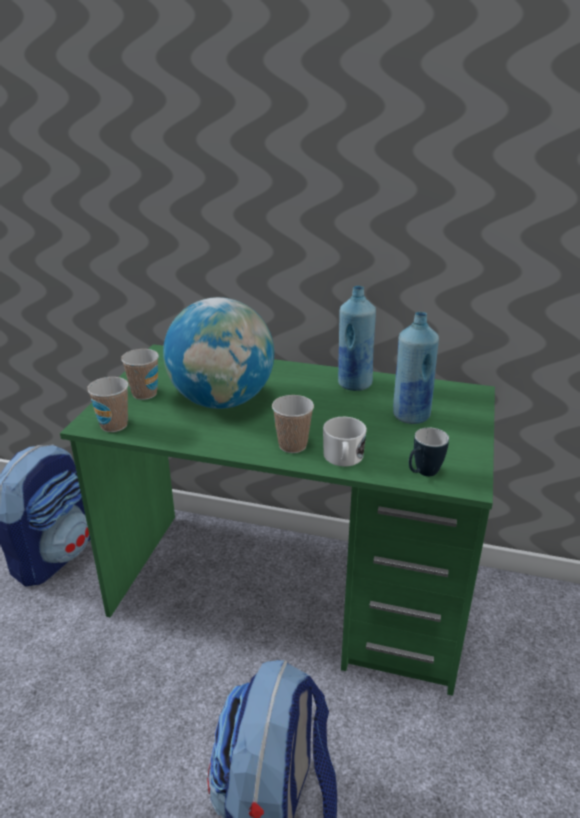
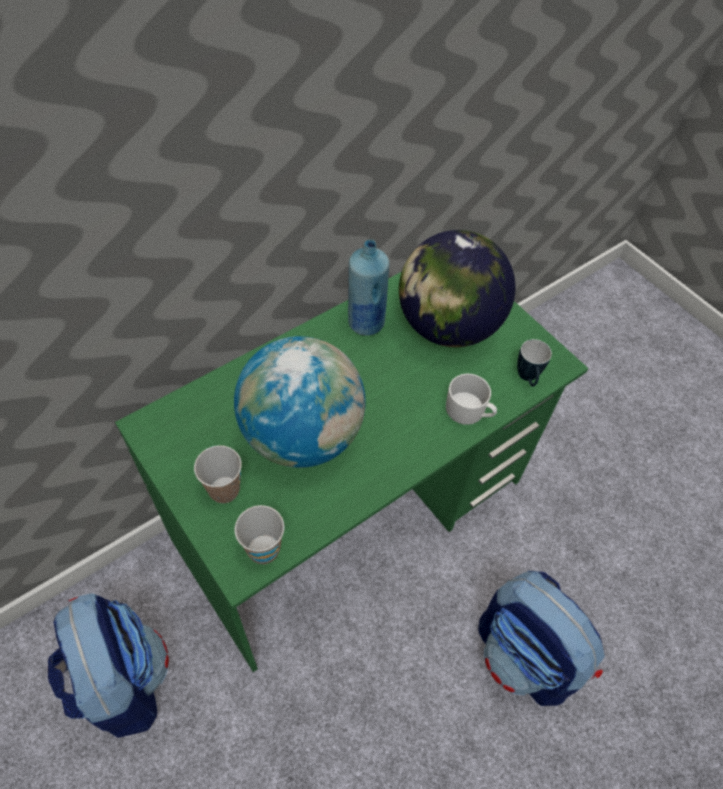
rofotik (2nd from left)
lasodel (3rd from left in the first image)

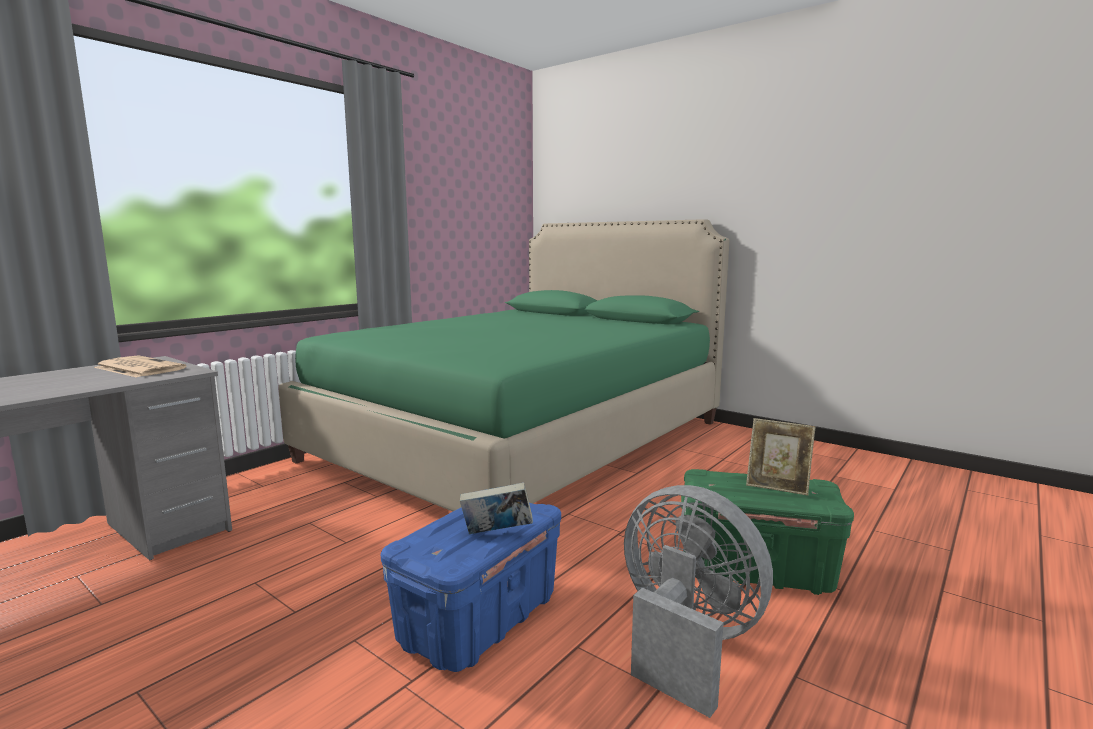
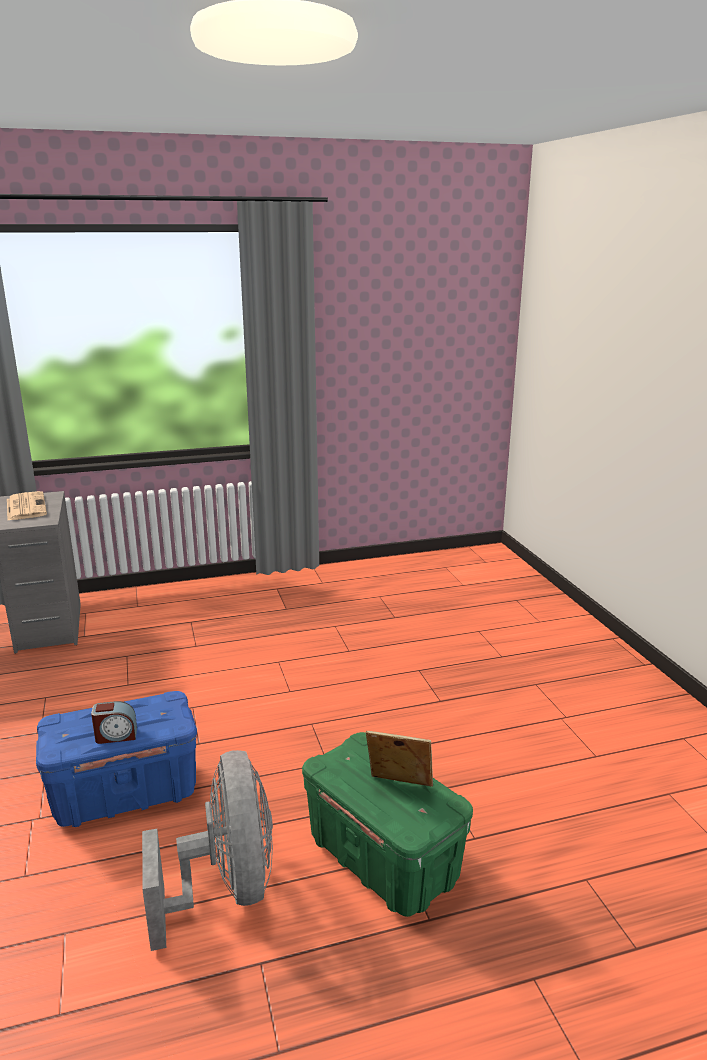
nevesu
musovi
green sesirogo

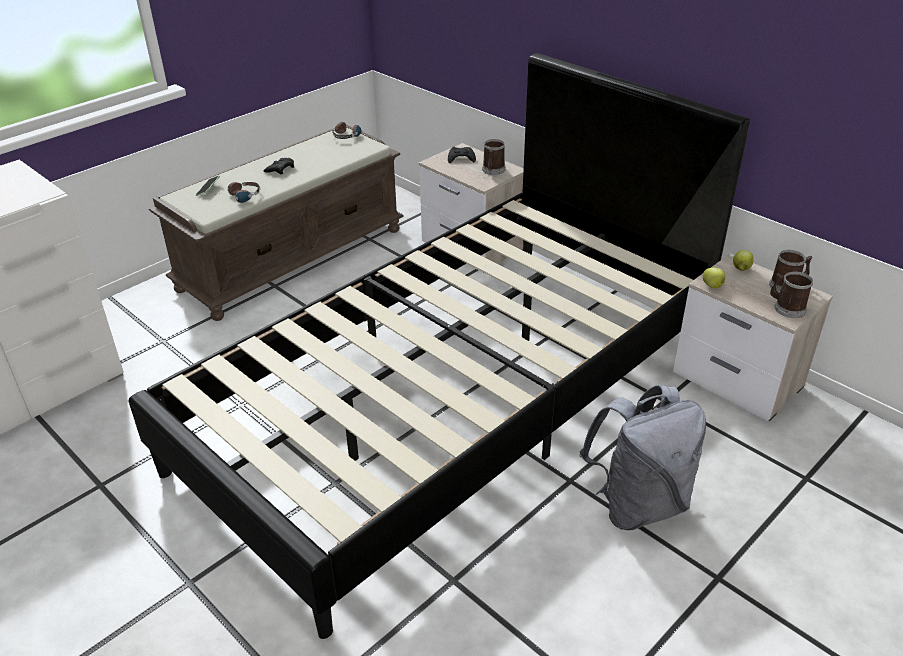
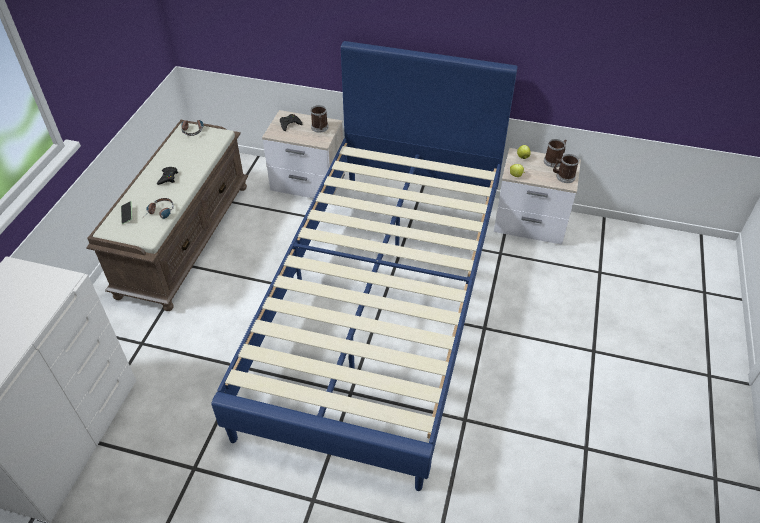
blue sesirogo
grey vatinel

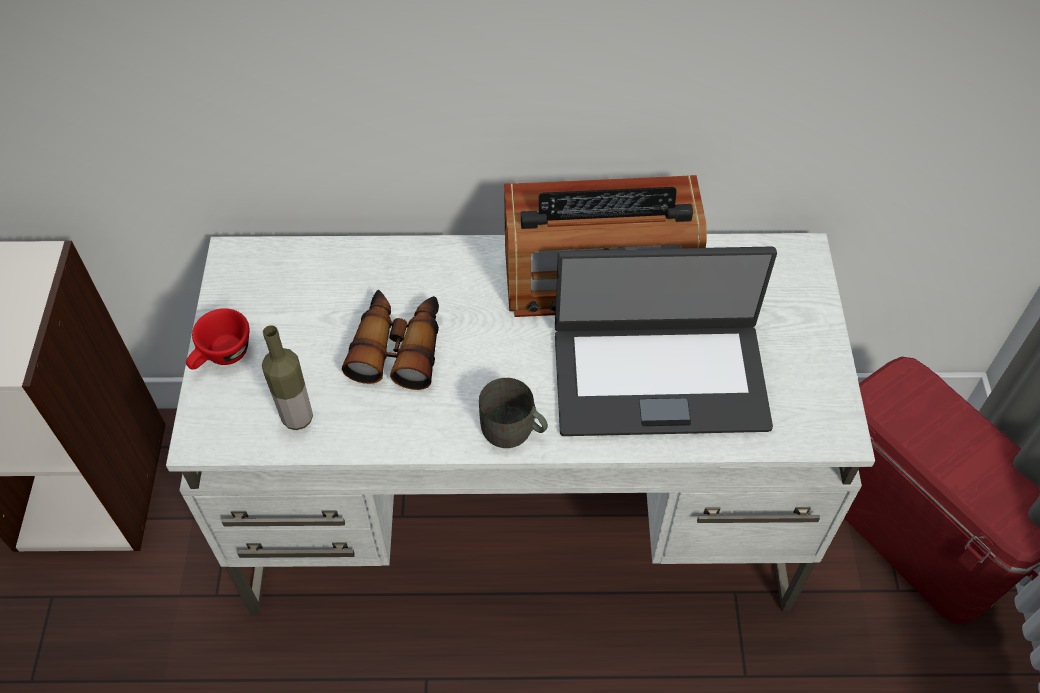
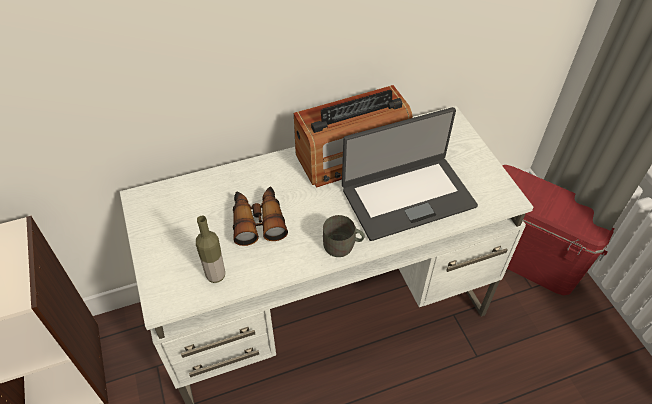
red lasodel

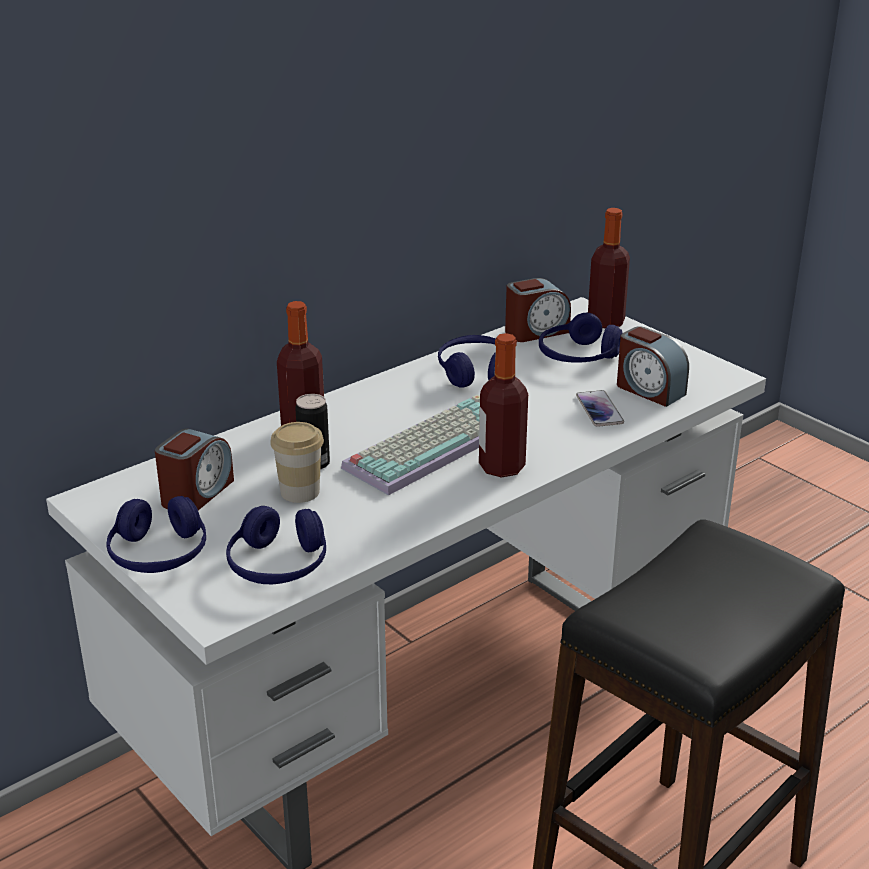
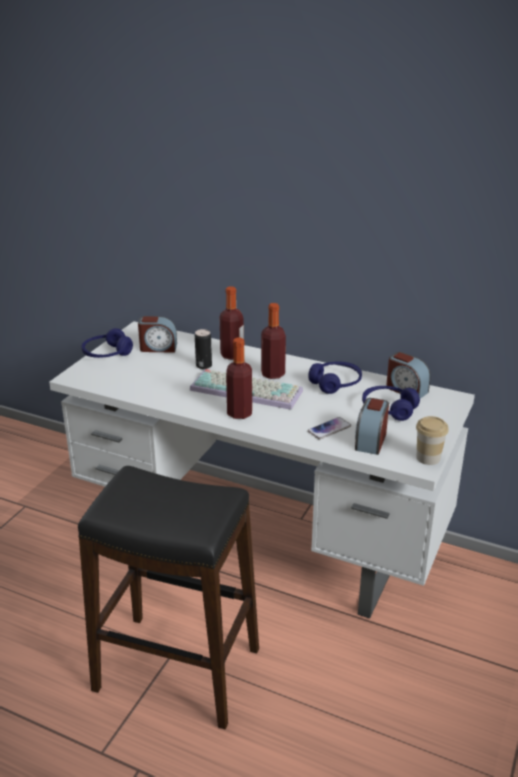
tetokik (3rd from left)
lasodel
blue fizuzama (2nd from left in the first image)

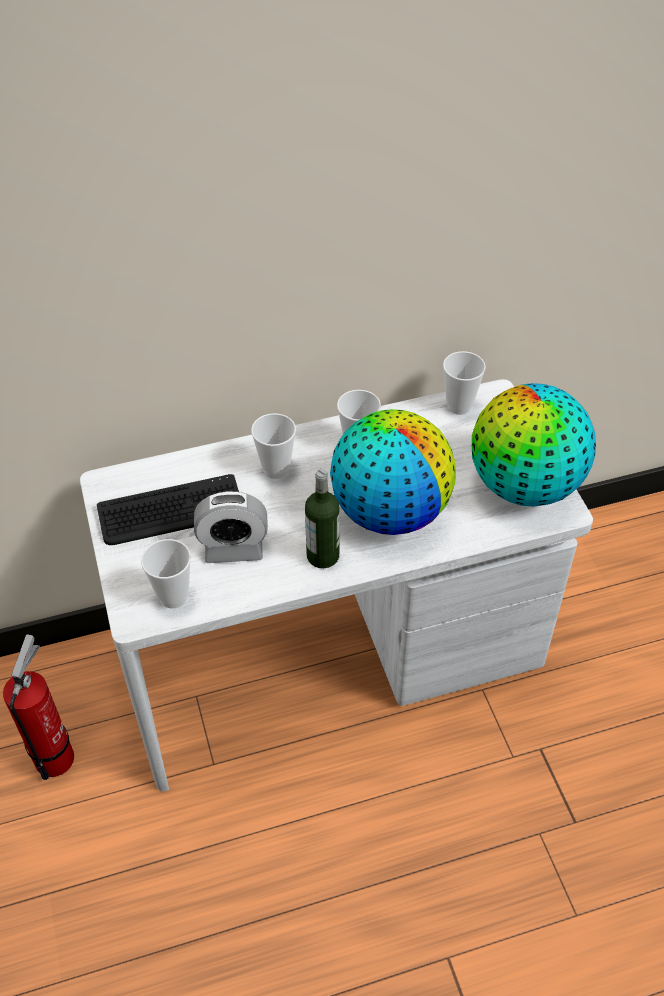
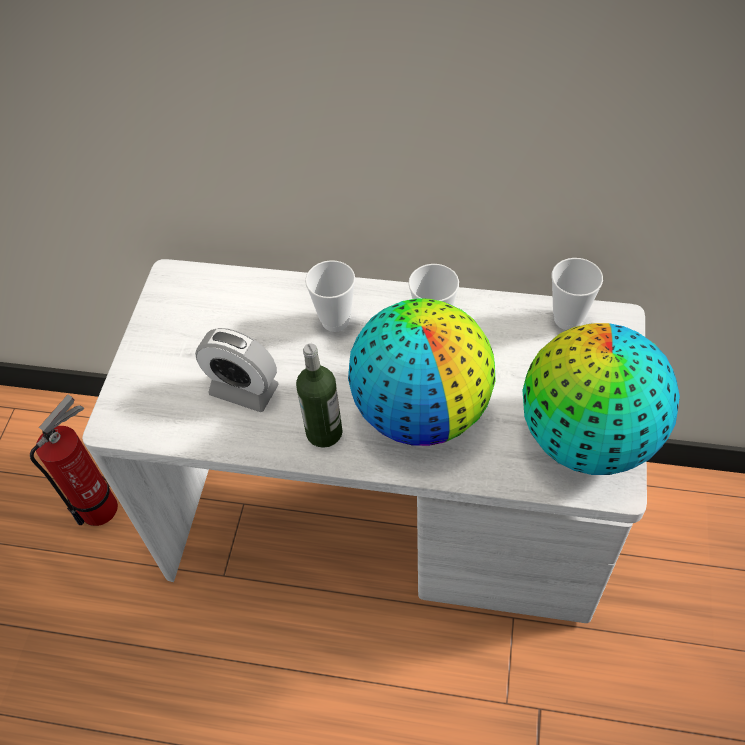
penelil
lasodel (1st from left in the first image)

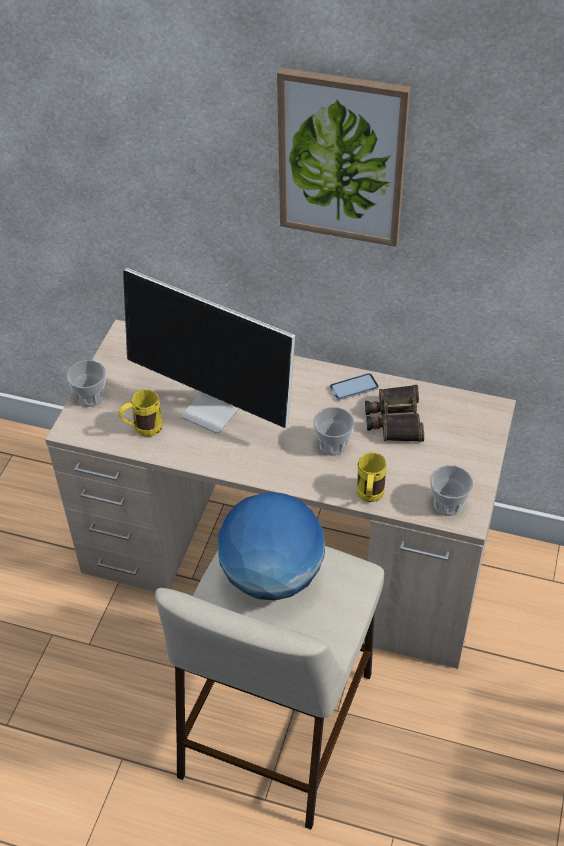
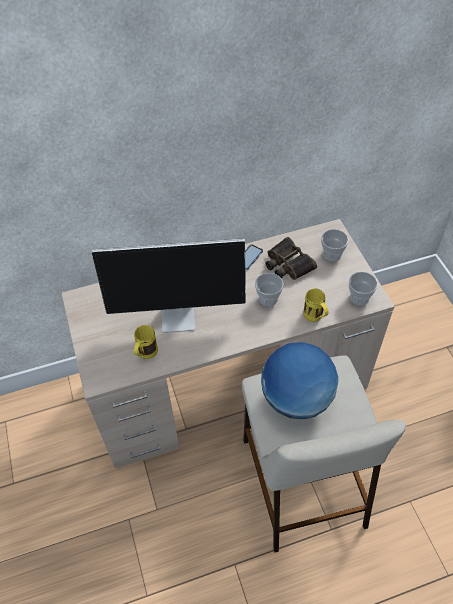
lasodel (2nd from left)
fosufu

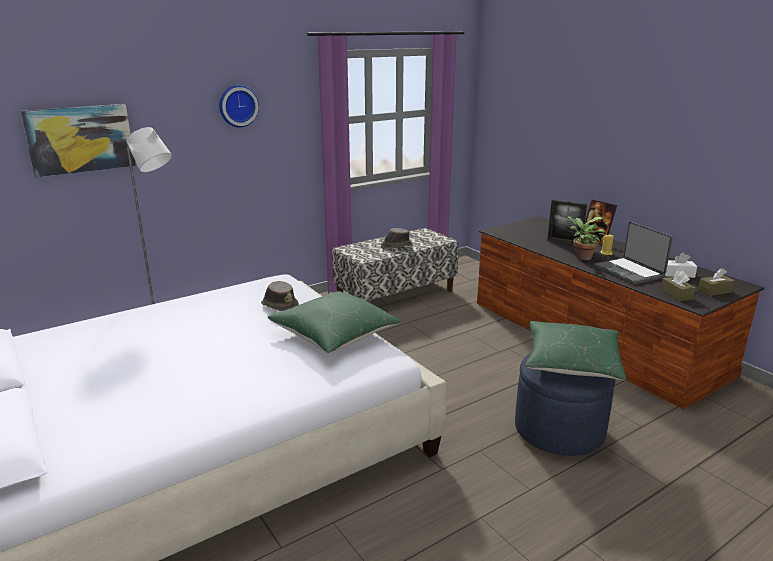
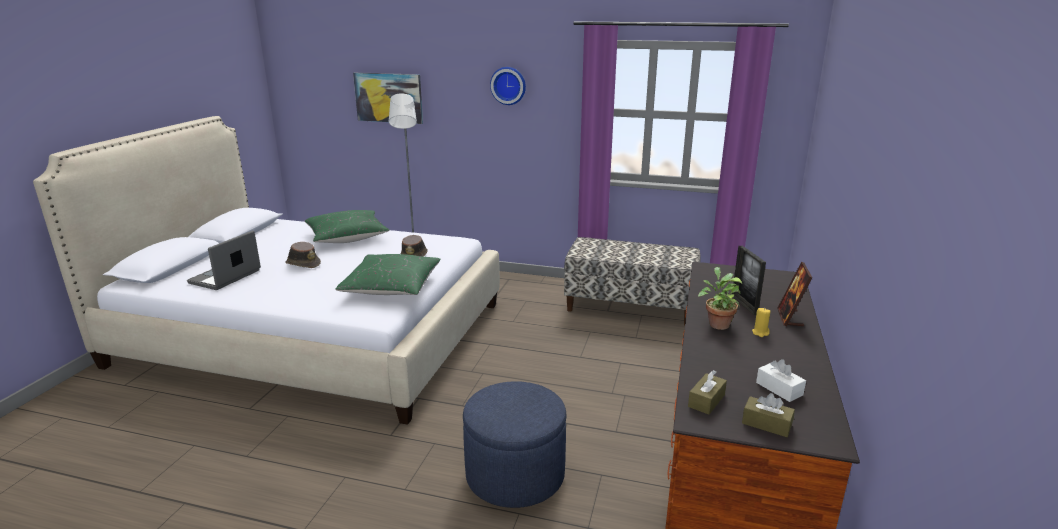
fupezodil
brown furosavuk (1st from left)
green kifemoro (1st from left)

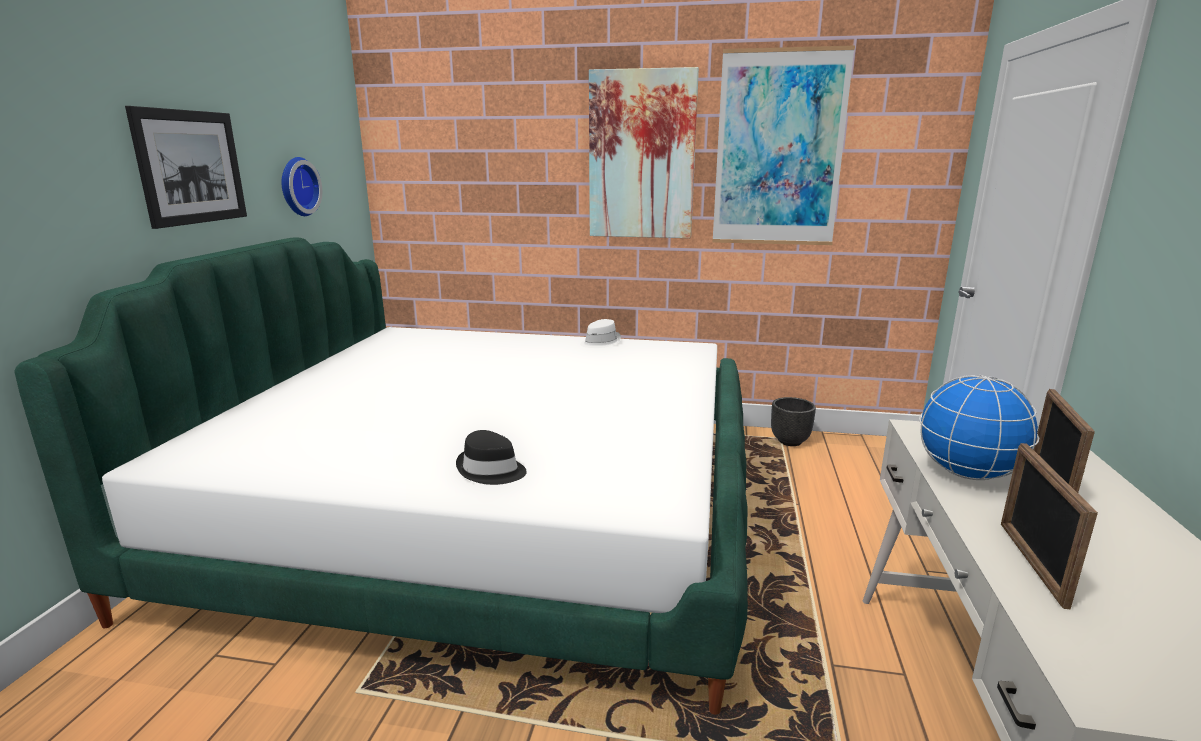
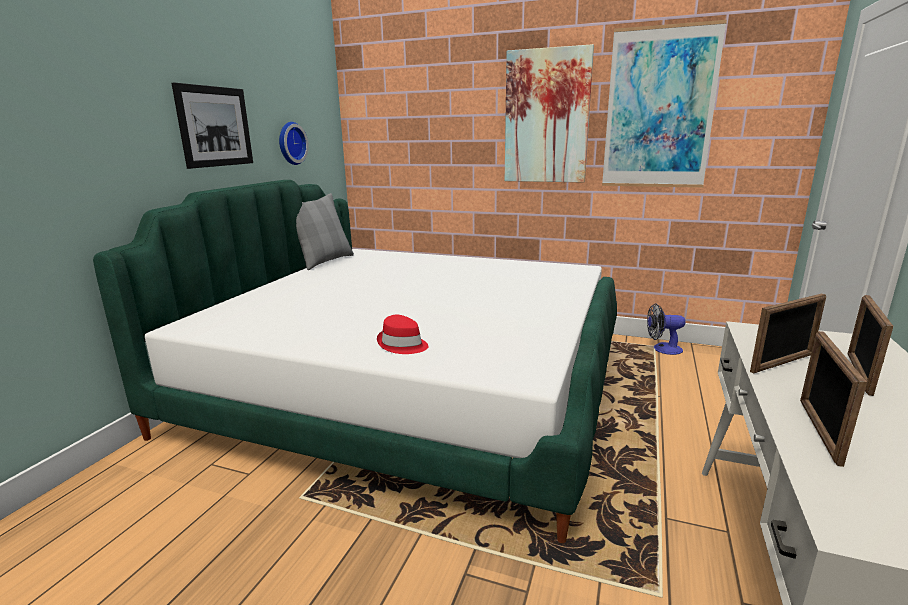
grey kifemoro
red furosavuk
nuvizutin
musovi (1st from left)
white furosavuk

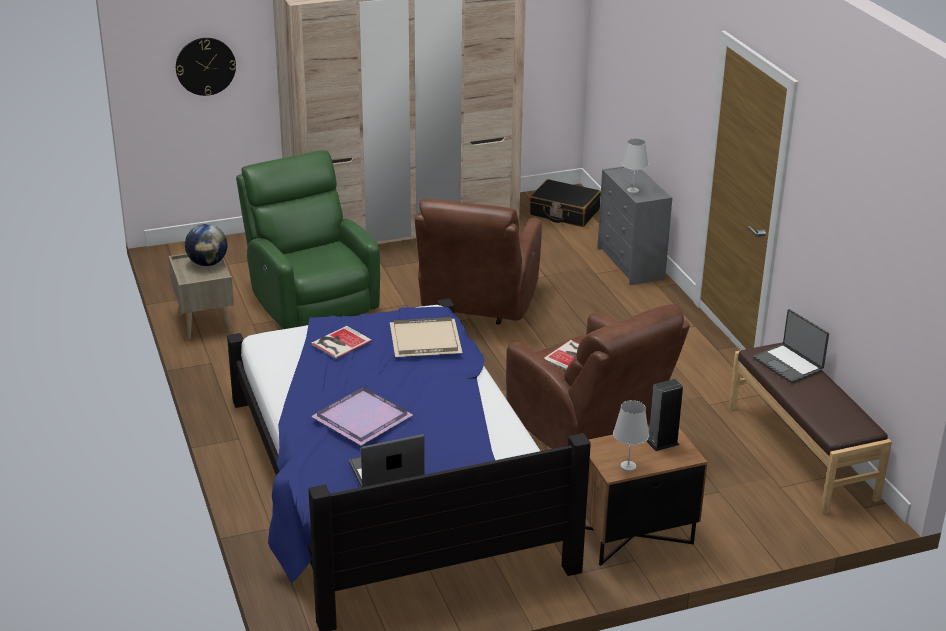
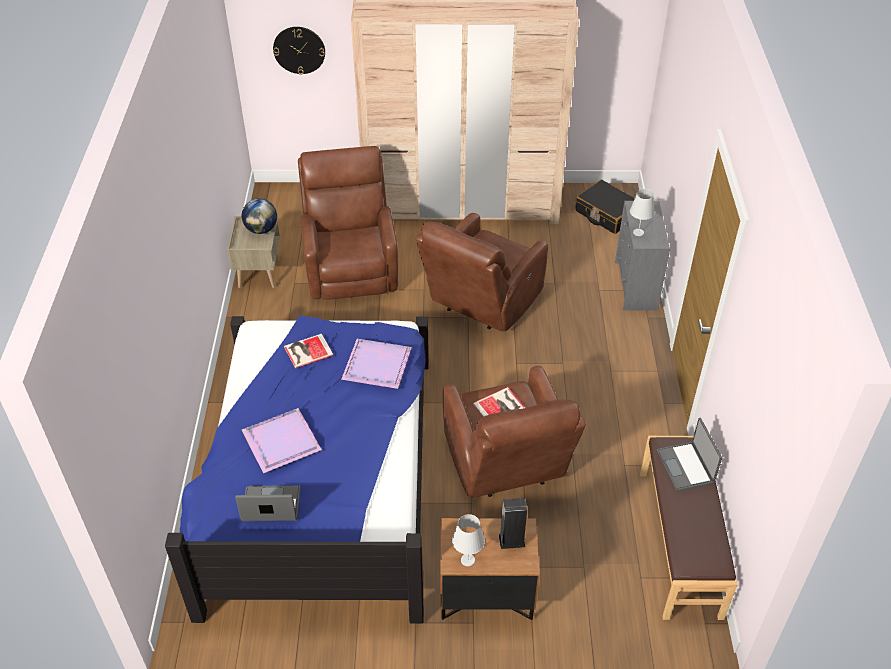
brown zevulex (1st from left)
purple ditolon (2nd from left)

